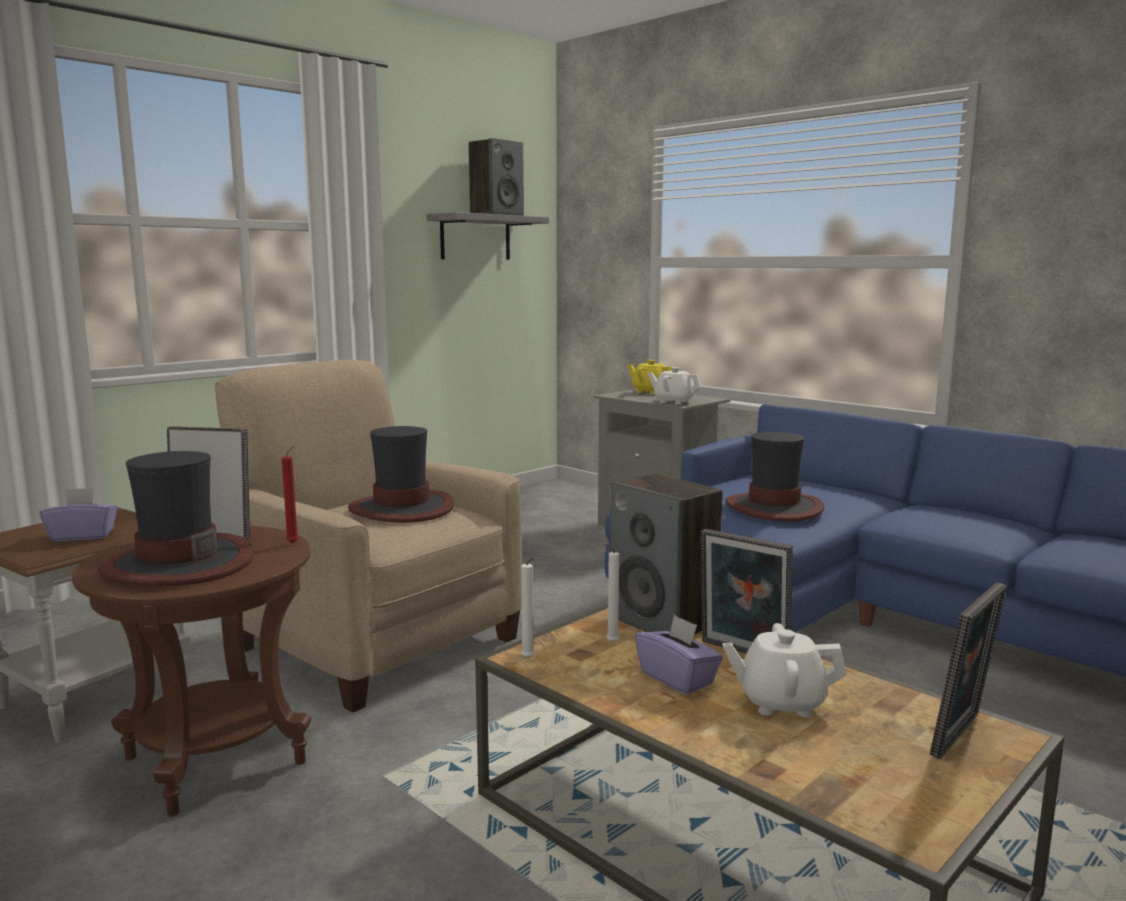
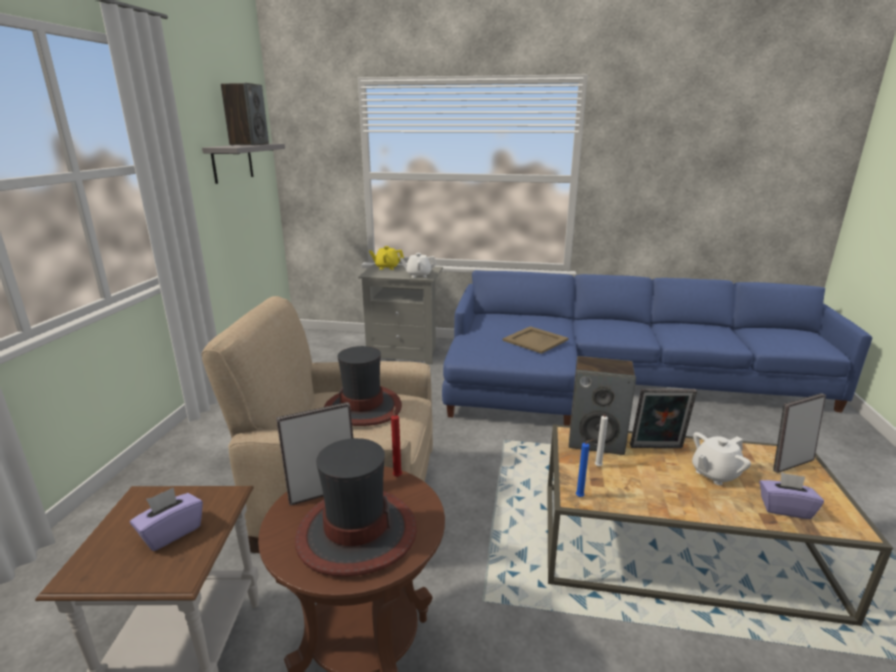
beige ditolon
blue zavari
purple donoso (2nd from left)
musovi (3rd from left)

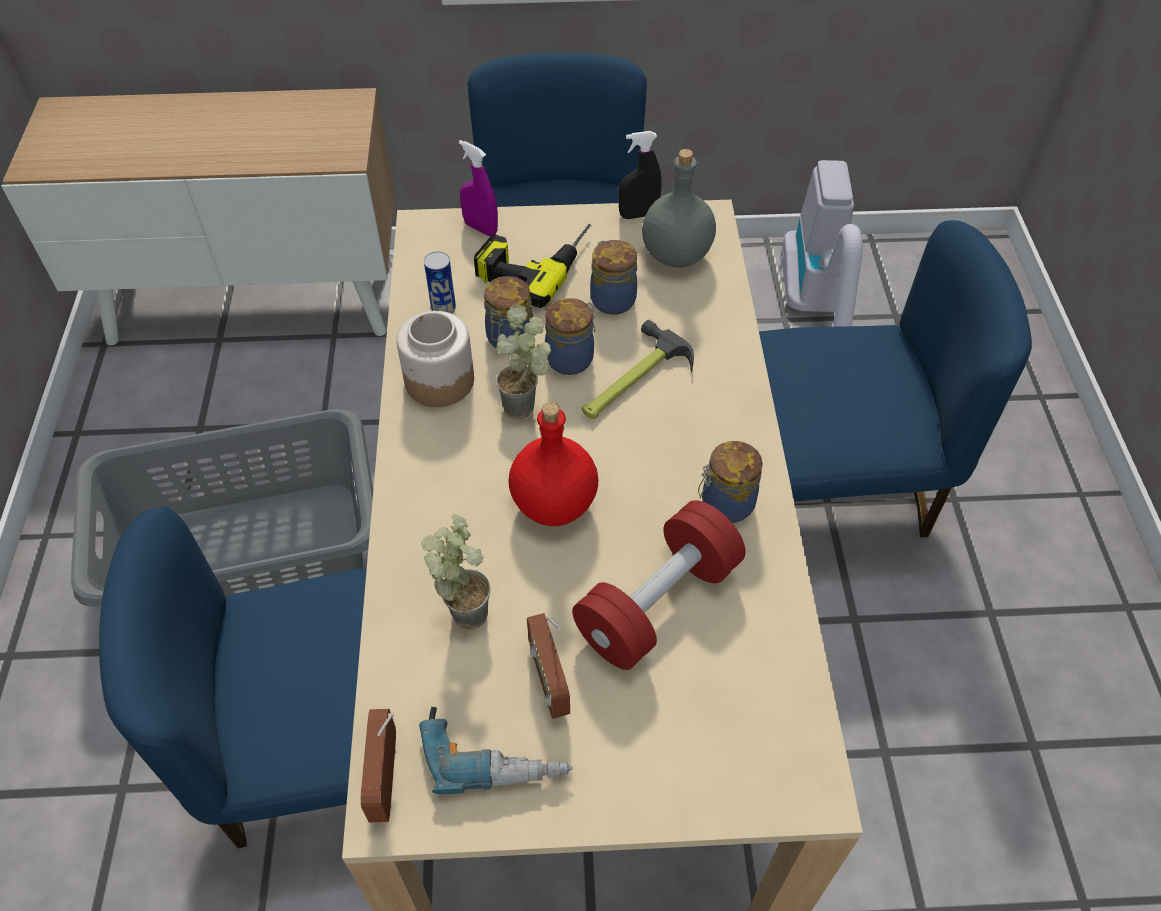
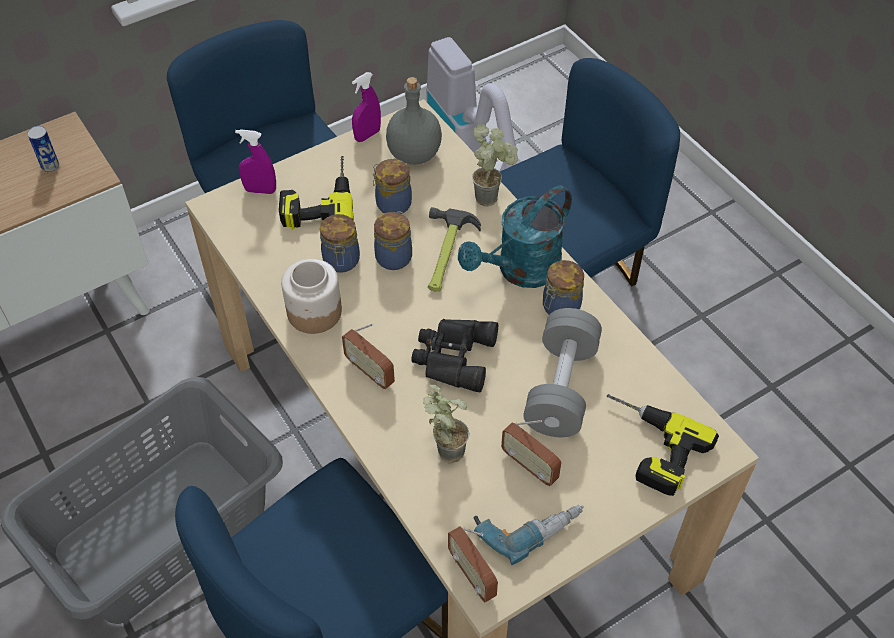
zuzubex
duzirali (1st from left)
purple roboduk (2nd from left)
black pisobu
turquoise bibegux
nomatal (2nd from left)
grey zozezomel
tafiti (3rd from left)

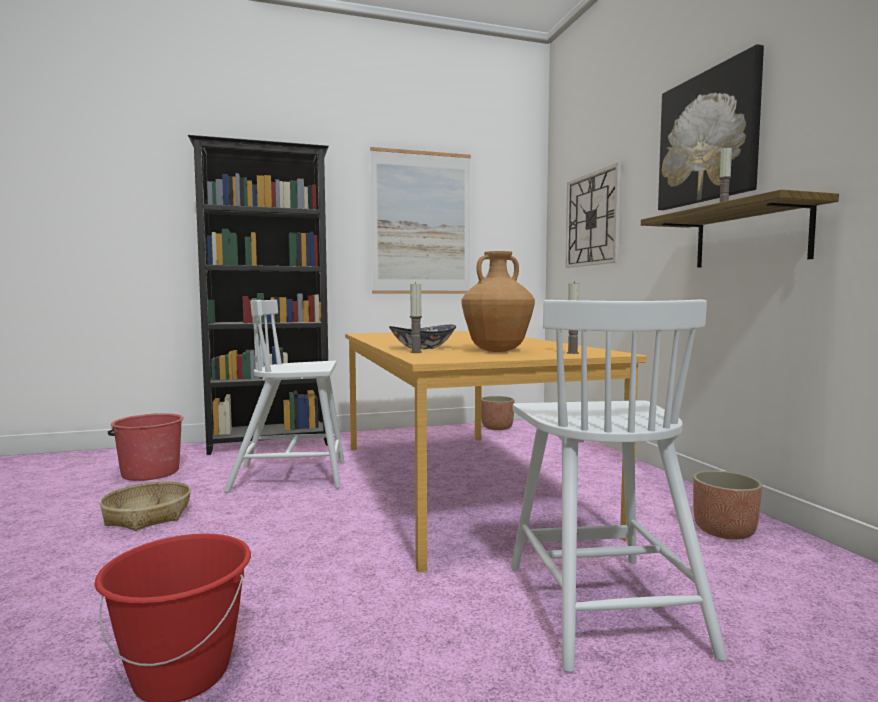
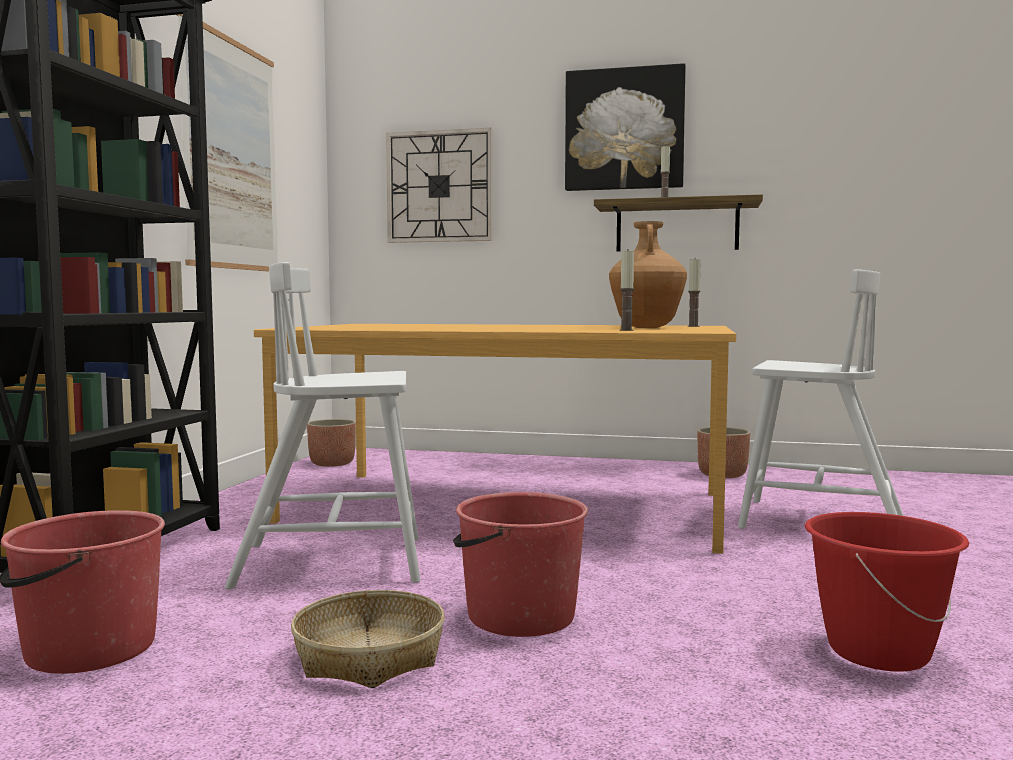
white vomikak (1st from left)
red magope (2nd from left)
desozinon

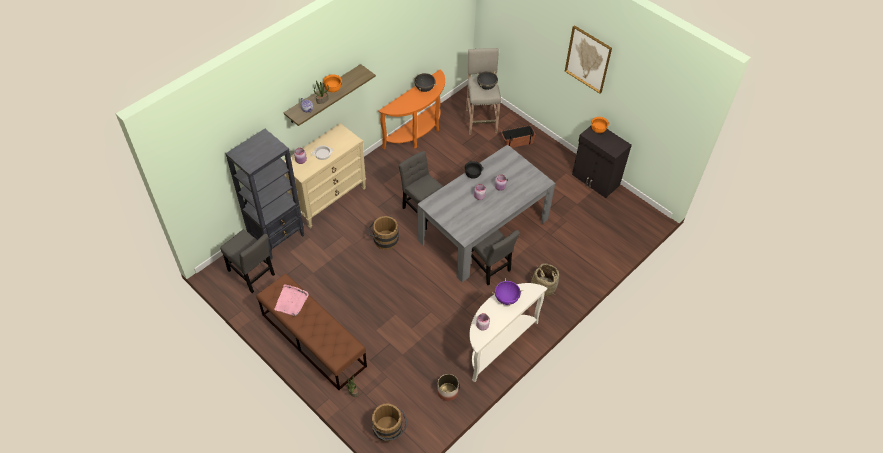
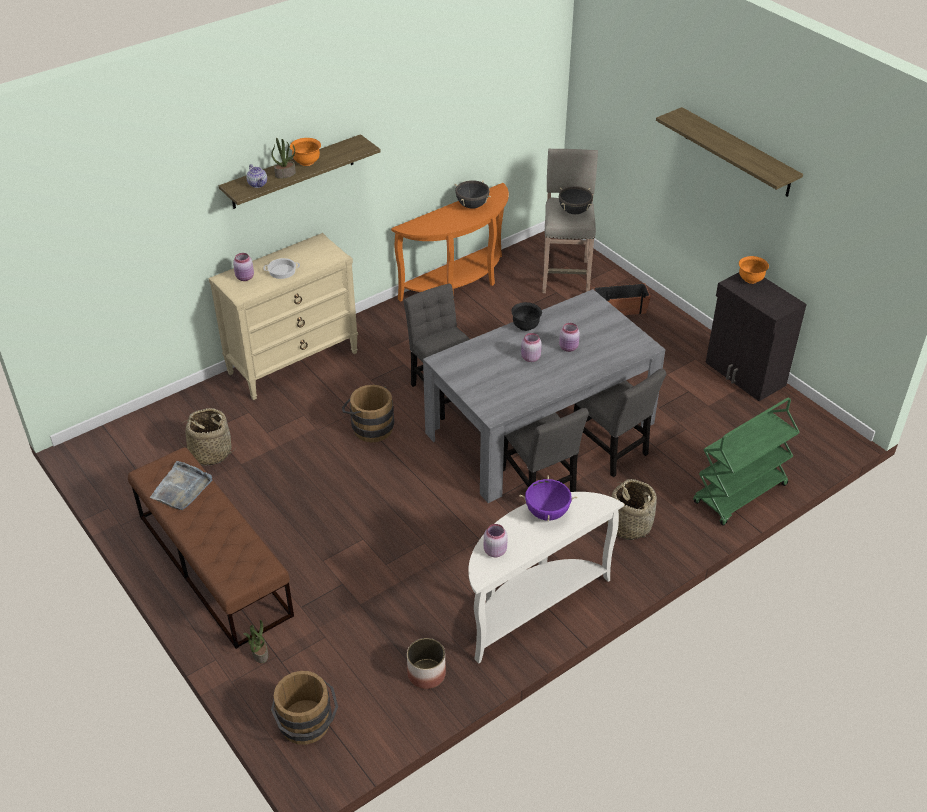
grey ditolon
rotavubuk (1st from left)
grey vomikak (3rd from left)
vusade (2nd from left)
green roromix
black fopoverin

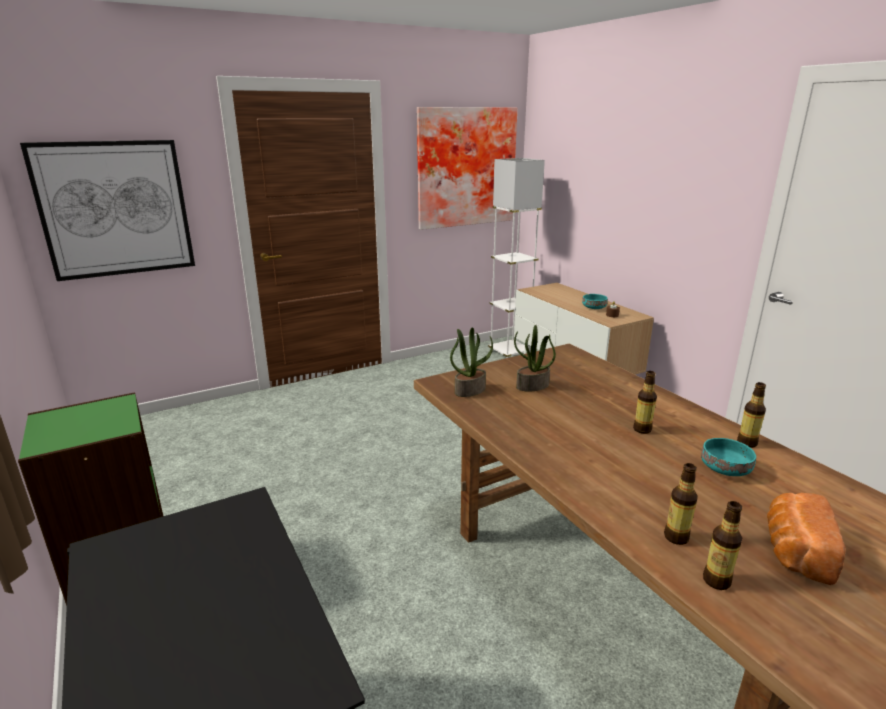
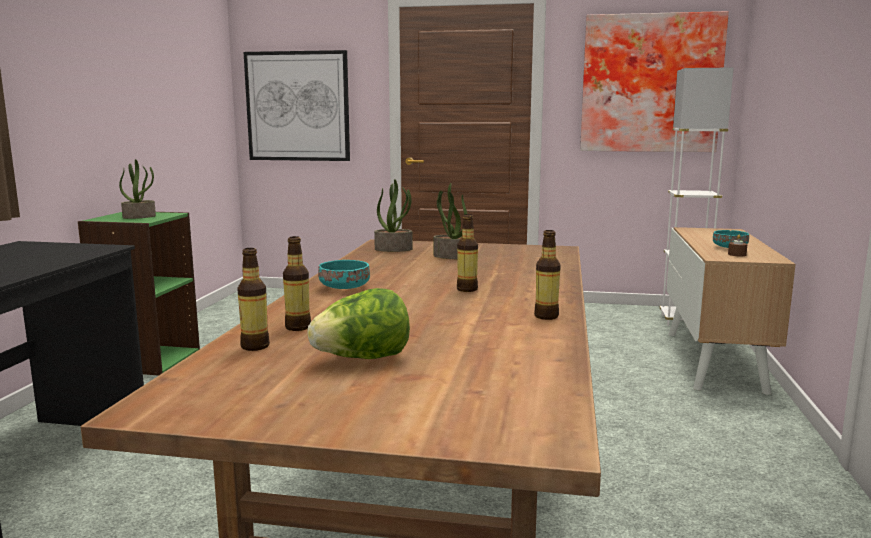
nomatal (1st from left)
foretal
turquoise desozinon (1st from left)

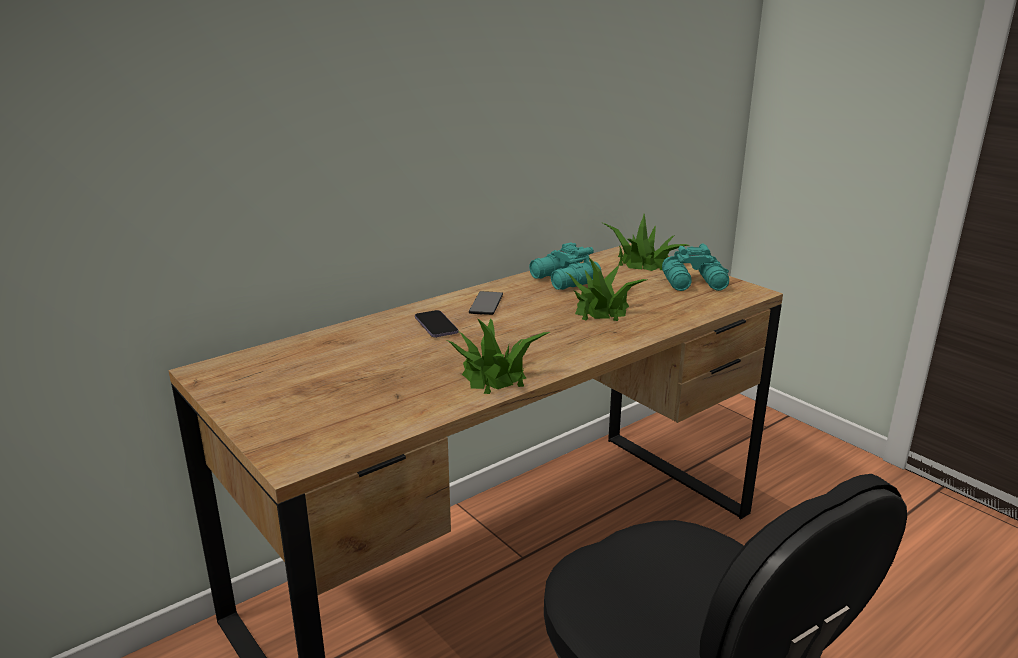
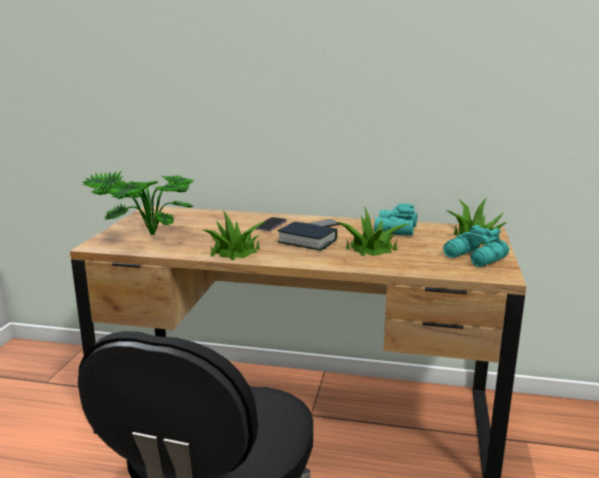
nomatal (1st from left)
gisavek

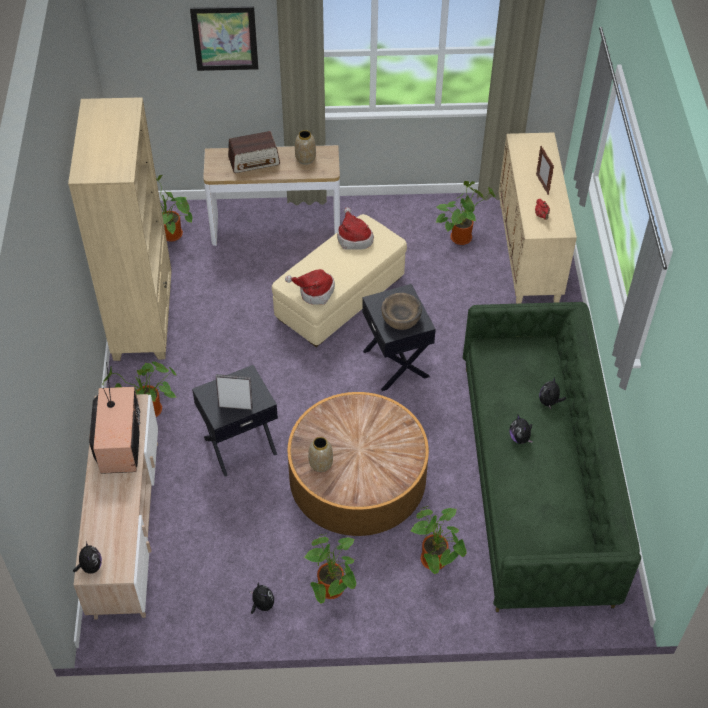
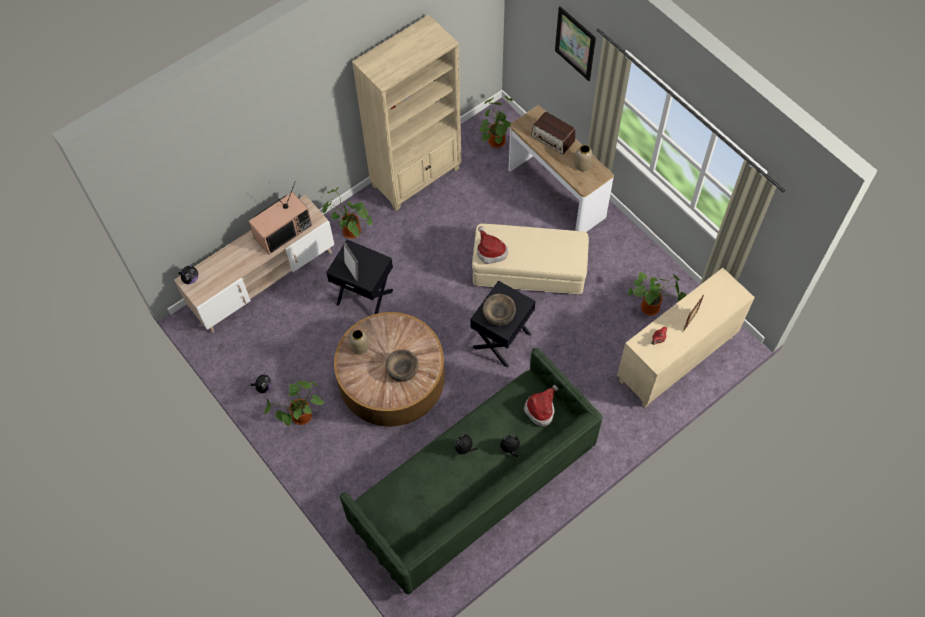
brown desozinon (1st from left)
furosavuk (2nd from left)
nomatal (4th from left in the first image)

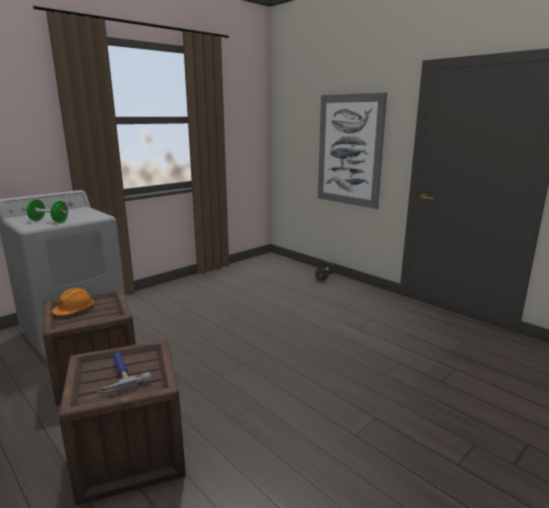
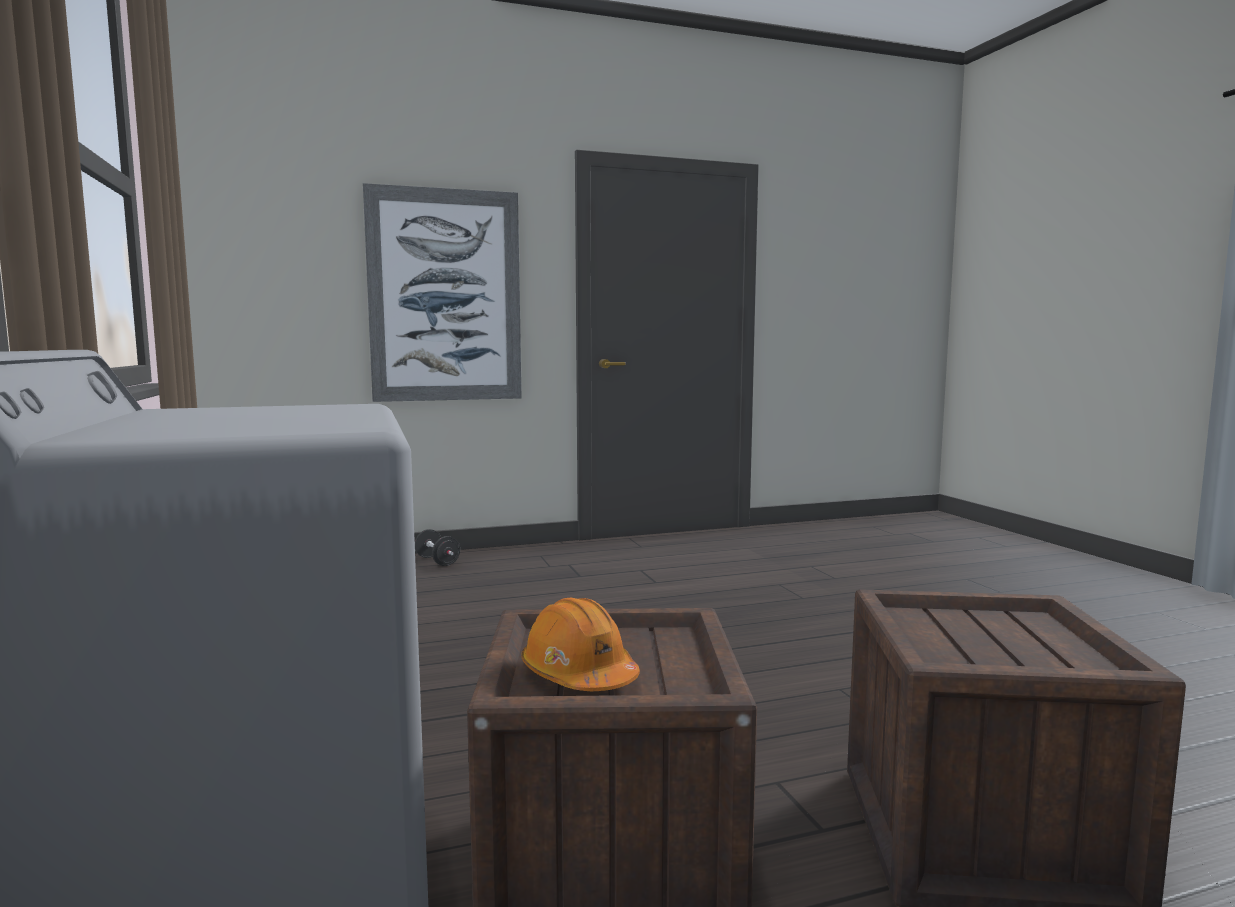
green zozezomel
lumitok

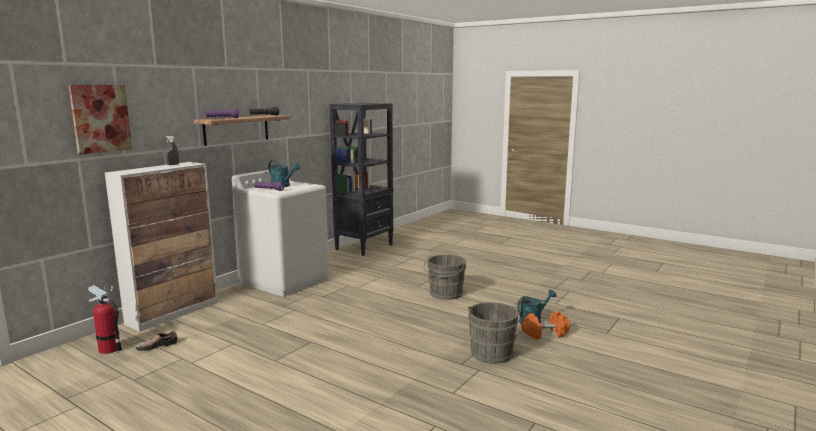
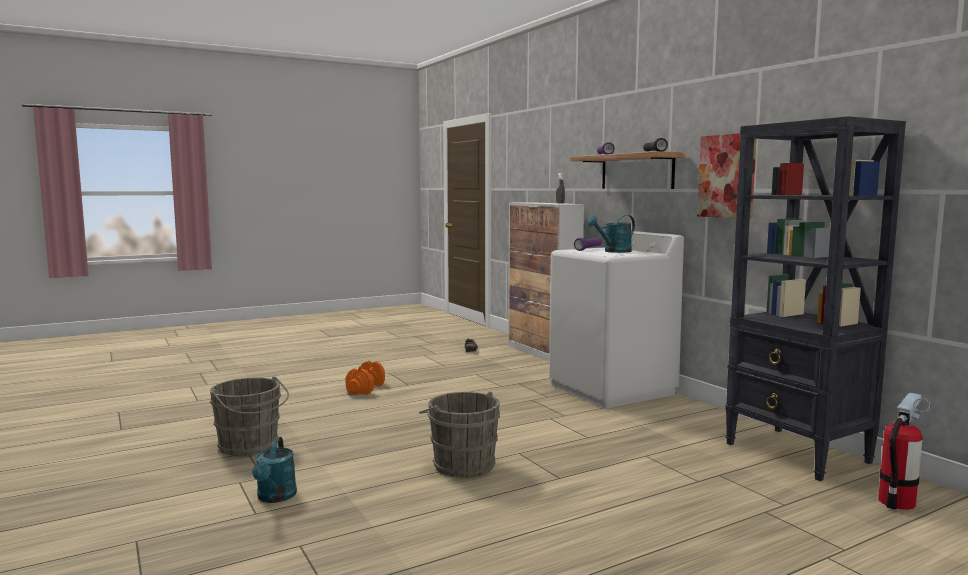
orange zozezomel
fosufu
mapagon

